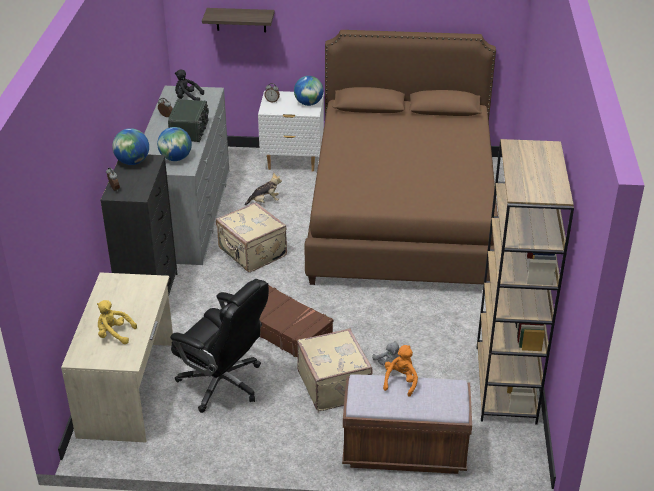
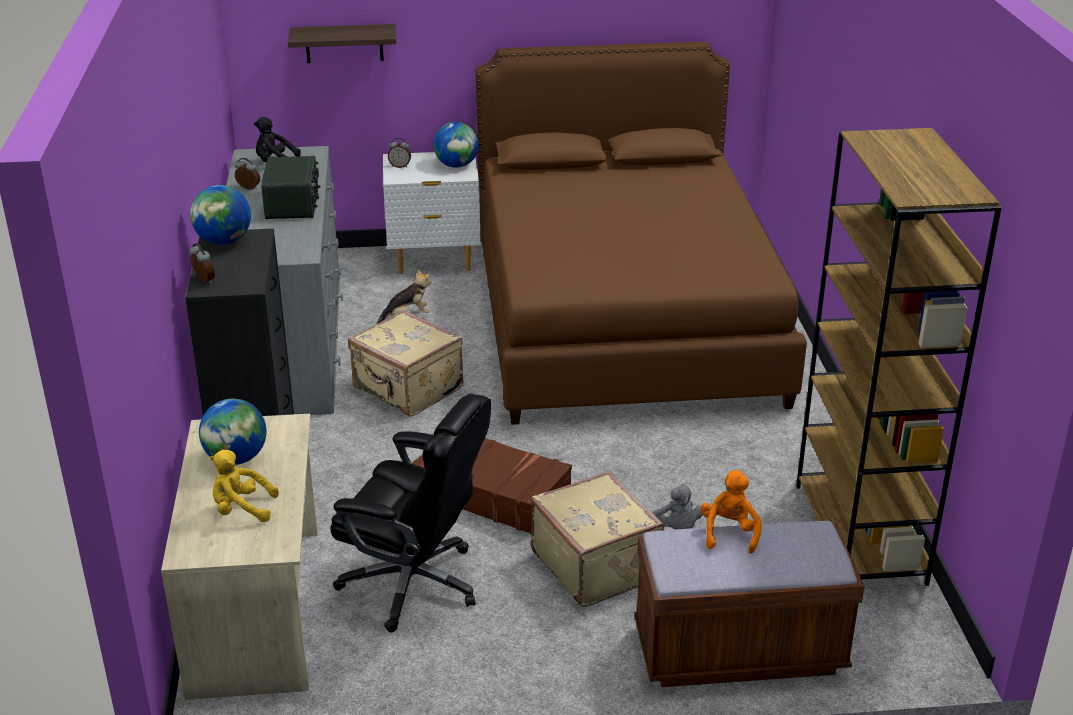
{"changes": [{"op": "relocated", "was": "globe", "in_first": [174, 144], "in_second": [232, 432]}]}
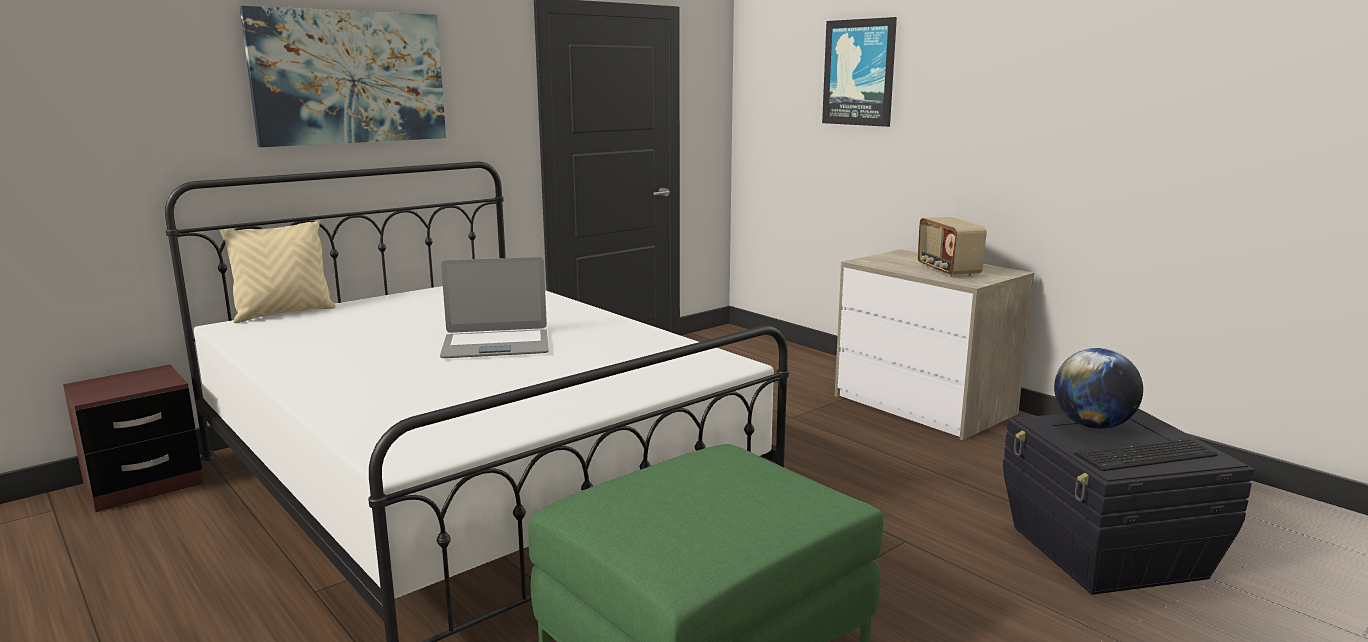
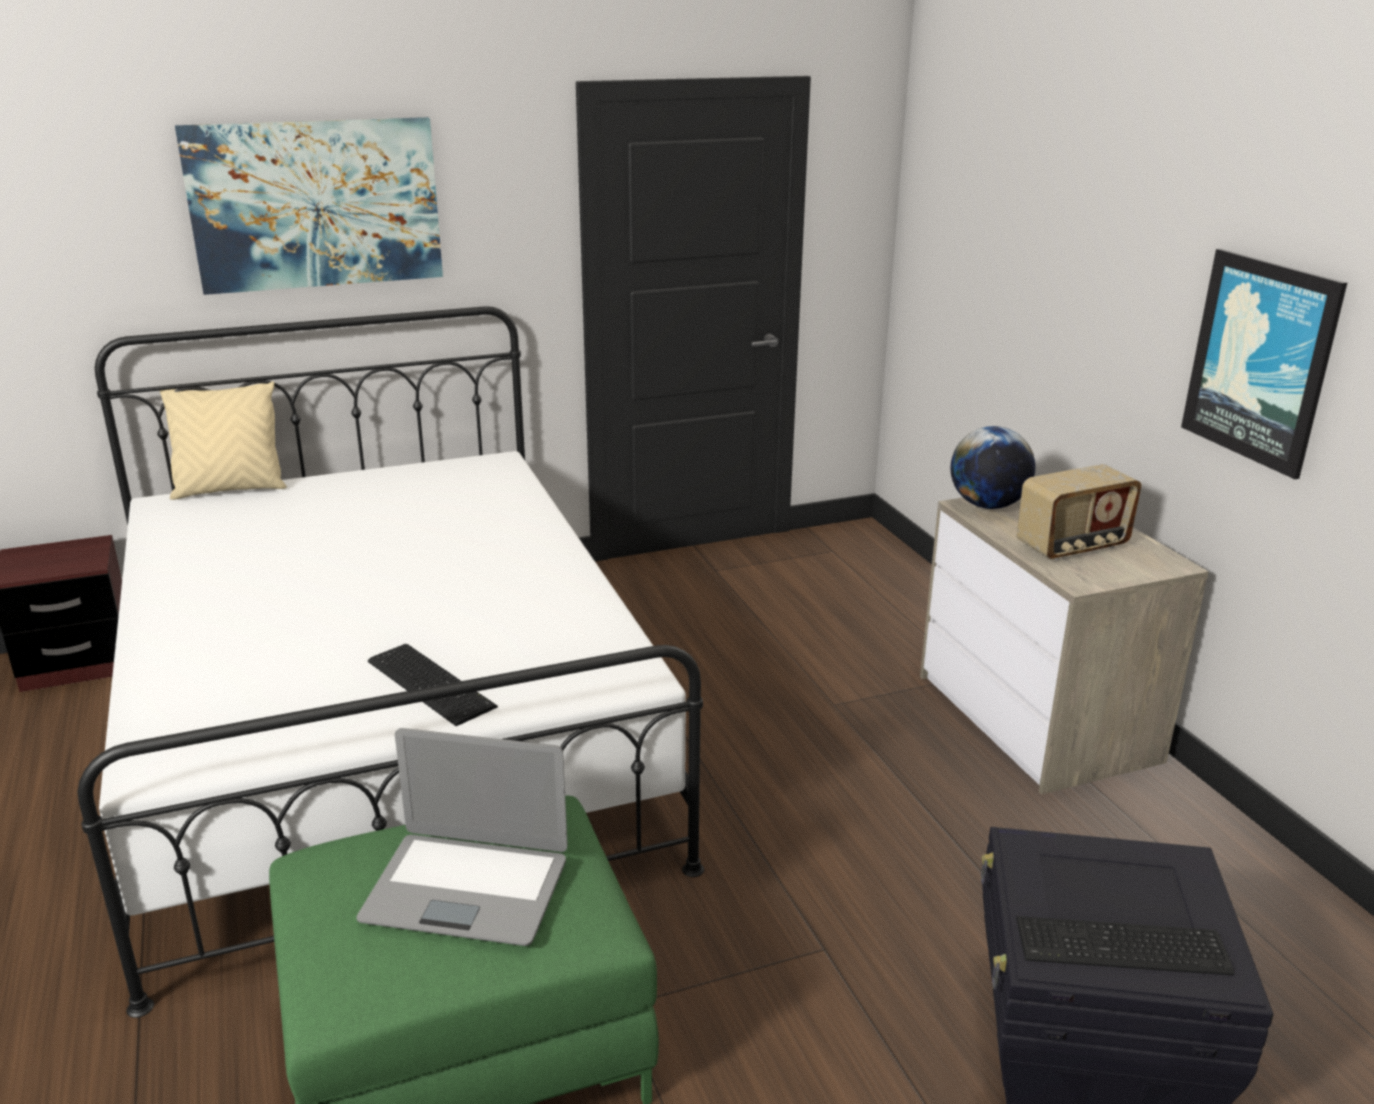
{"changes": [{"op": "relocated", "was": "picture", "in_first": [859, 72], "in_second": [1264, 364]}, {"op": "spun", "was": "radio", "in_first": [952, 247], "in_second": [1079, 512], "clockwise": -120}, {"op": "relocated", "was": "laptop", "in_first": [494, 307], "in_second": [462, 837]}, {"op": "relocated", "was": "globe", "in_first": [1098, 388], "in_second": [993, 467]}, {"op": "appeared", "now": "keyboard", "in_second": [433, 685]}]}
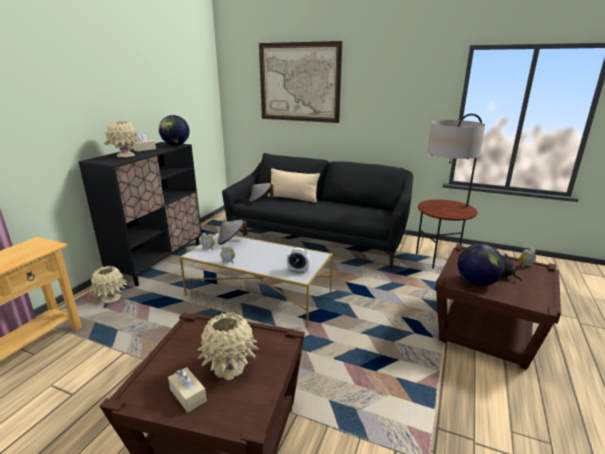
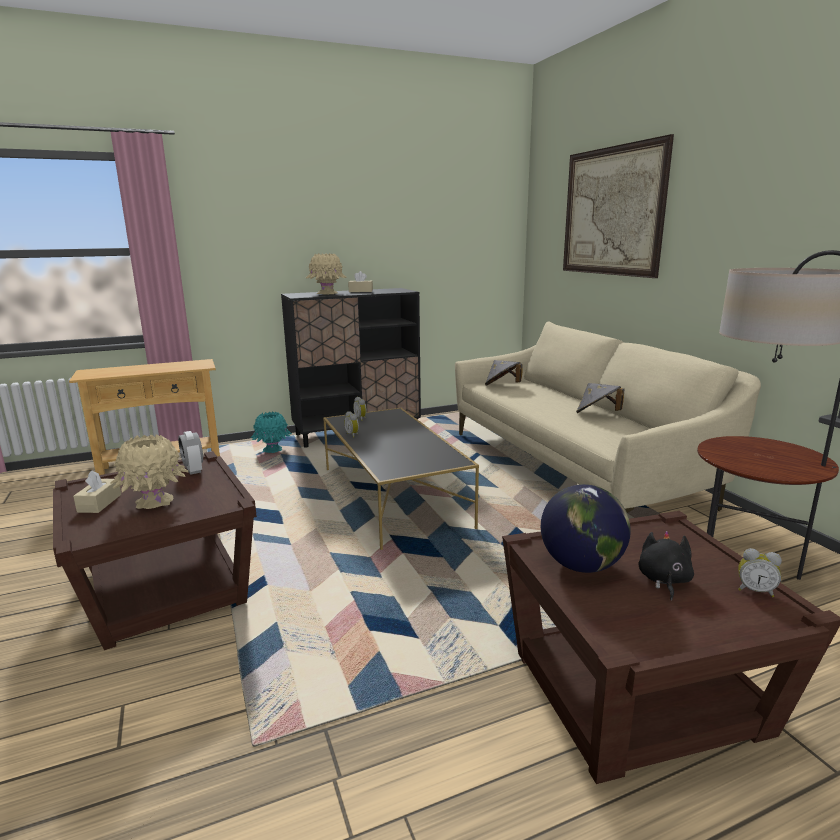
{"changes": [{"op": "missing", "was": "globe", "in_first": [174, 130]}, {"op": "colour", "was": "black sofa", "now": "beige sofa", "in_first": [317, 211], "in_second": [608, 417]}, {"op": "missing", "was": "beige pillow", "in_first": [294, 185]}, {"op": "relocated", "was": "grey hat", "in_first": [232, 232], "in_second": [600, 398]}, {"op": "colour", "was": "white coffee table", "now": "black coffee table", "in_first": [256, 280], "in_second": [401, 479]}, {"op": "relocated", "was": "alarm clock", "in_first": [298, 260], "in_second": [190, 453]}, {"op": "colour", "was": "beige vase", "now": "turquoise vase", "in_first": [109, 284], "in_second": [271, 432]}]}
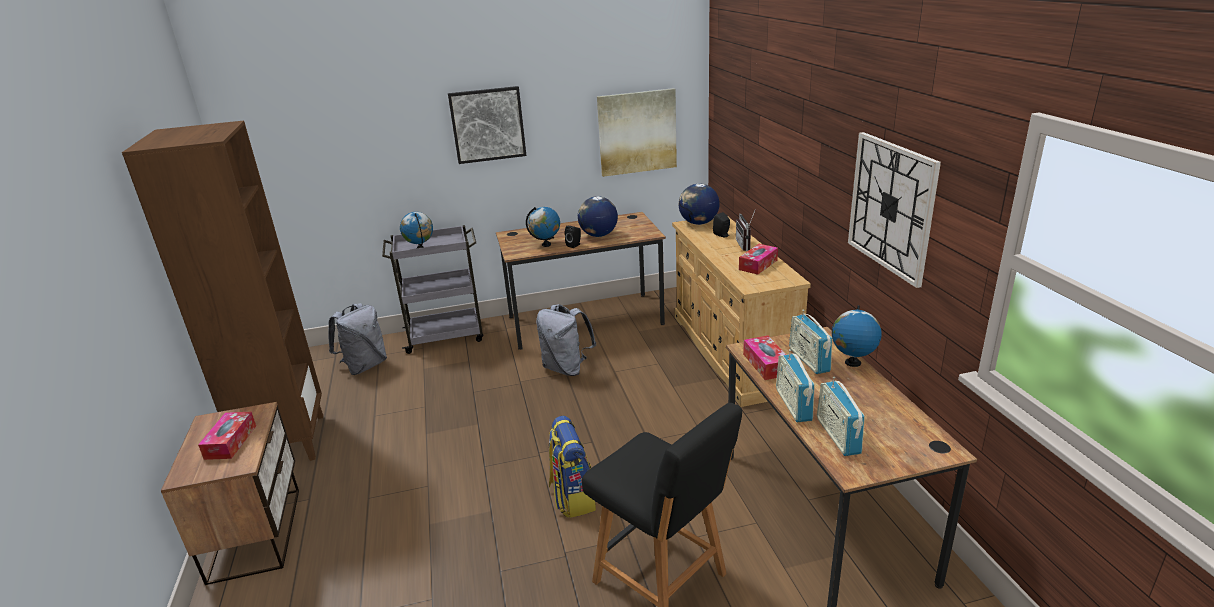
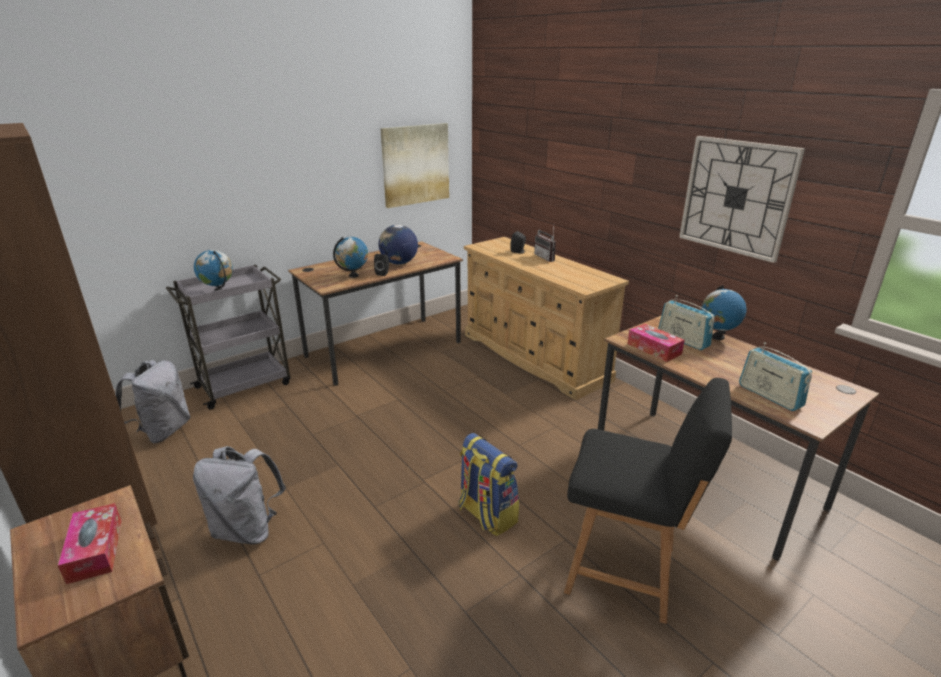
{"changes": [{"op": "missing", "was": "picture", "in_first": [487, 125]}, {"op": "missing", "was": "globe", "in_first": [699, 204]}, {"op": "missing", "was": "tissue box", "in_first": [758, 259]}, {"op": "relocated", "was": "grey backpack", "in_first": [566, 340], "in_second": [239, 495]}, {"op": "missing", "was": "radio", "in_first": [795, 385]}]}
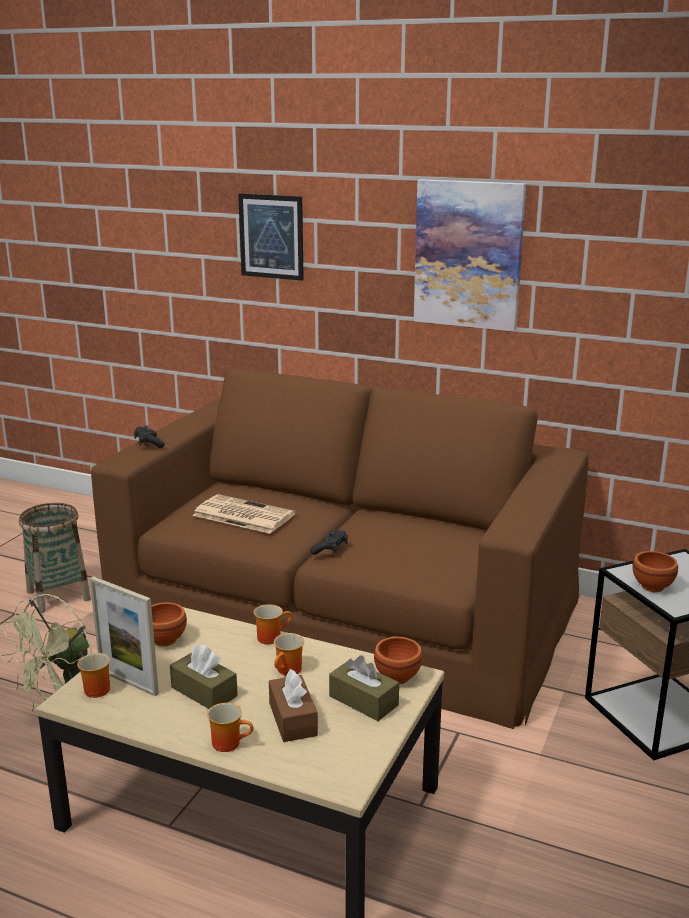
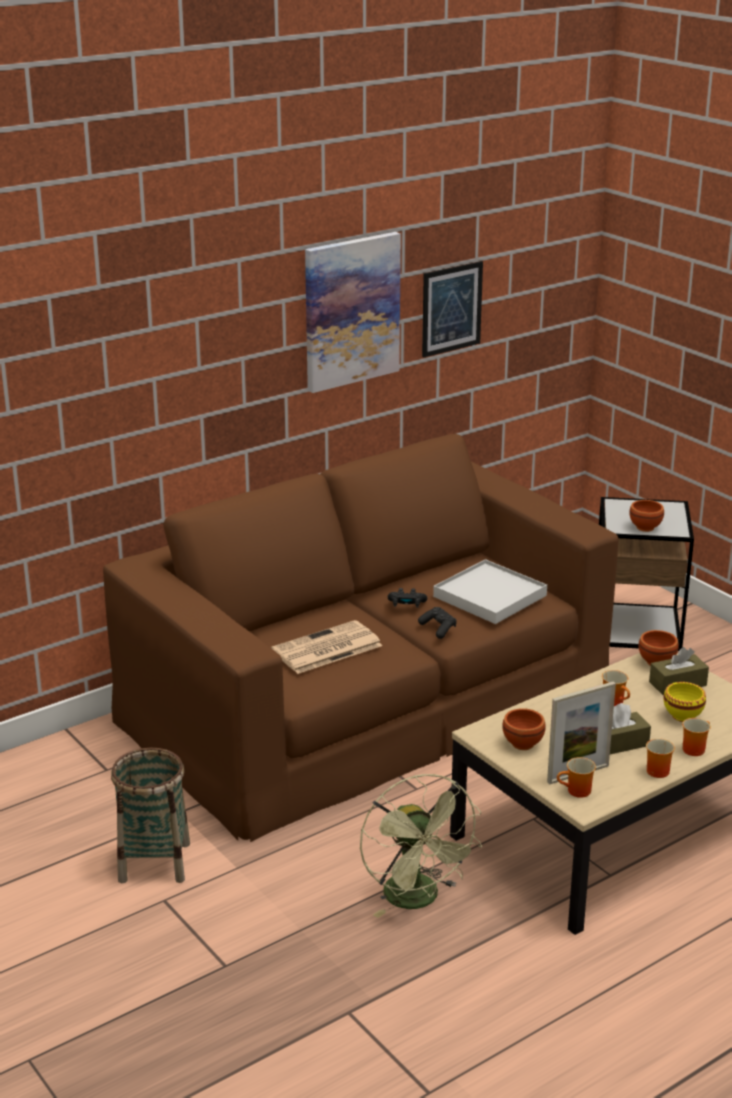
{"changes": [{"op": "relocated", "was": "picture", "in_first": [271, 237], "in_second": [452, 309]}, {"op": "relocated", "was": "black game controller", "in_first": [149, 436], "in_second": [408, 598]}, {"op": "relocated", "was": "mug", "in_first": [273, 624], "in_second": [660, 758]}, {"op": "exchanged", "was": "brown tissue box", "now": "yellow bowl", "in_first": [293, 705], "in_second": [685, 702]}, {"op": "appeared", "now": "white tray", "in_second": [490, 591]}]}
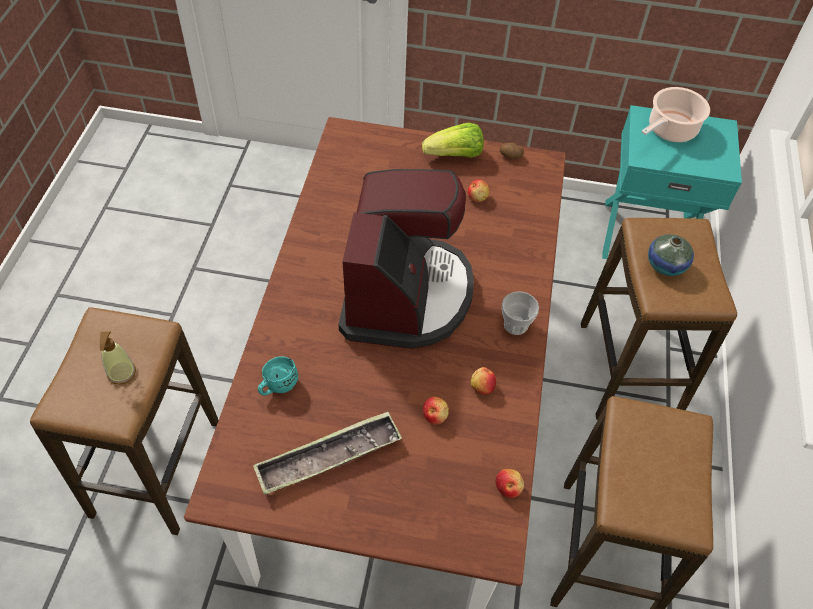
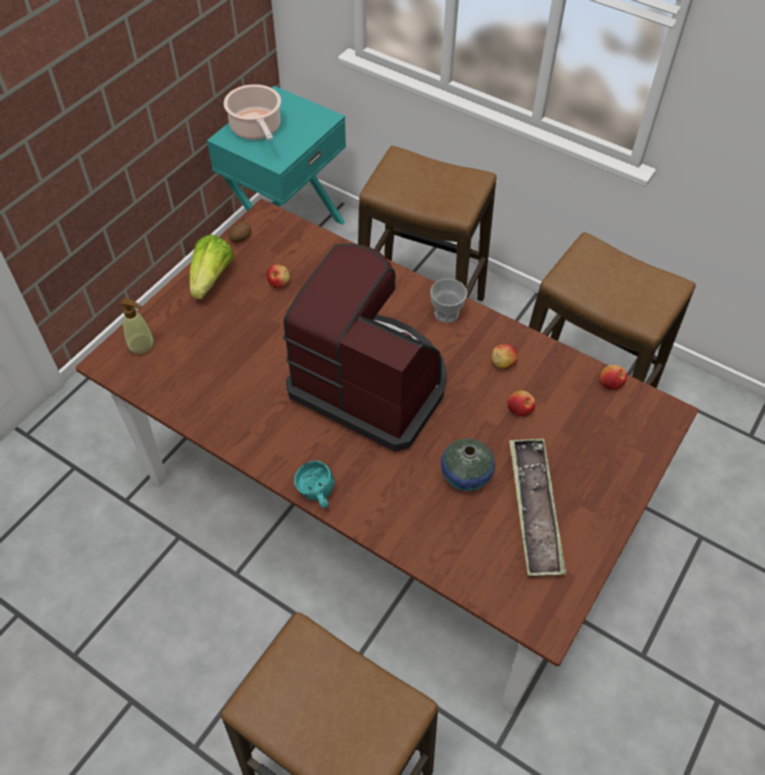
{"changes": [{"op": "relocated", "was": "vase", "in_first": [671, 255], "in_second": [468, 465]}, {"op": "relocated", "was": "soap dispenser", "in_first": [118, 358], "in_second": [137, 327]}, {"op": "relocated", "was": "turquoise mug", "in_first": [278, 376], "in_second": [314, 484]}]}
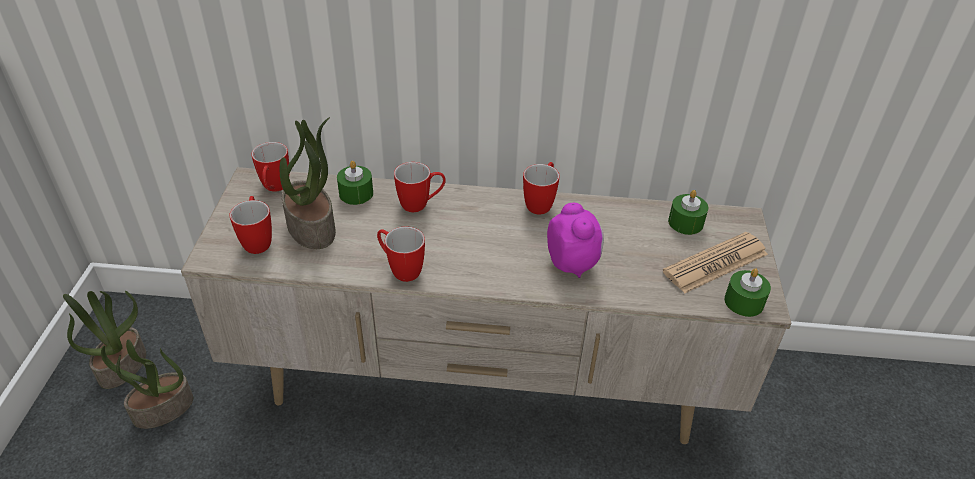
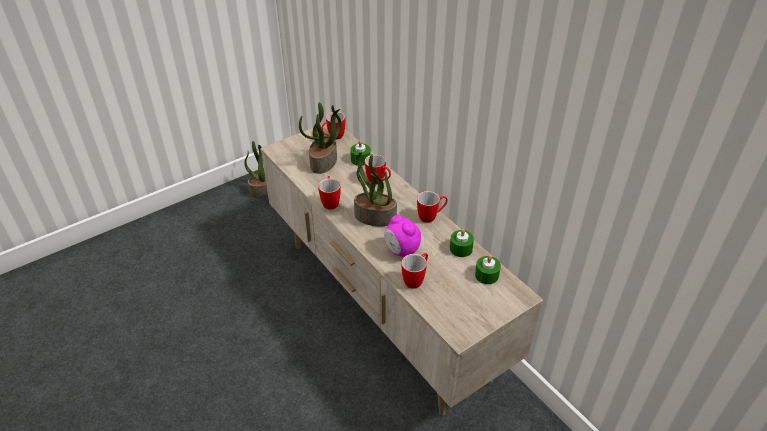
{"changes": [{"op": "relocated", "was": "mug", "in_first": [250, 225], "in_second": [414, 270]}, {"op": "spun", "was": "alarm clock", "in_first": [575, 240], "in_second": [402, 236], "clockwise": 105}, {"op": "missing", "was": "newspaper", "in_first": [715, 262]}, {"op": "relocated", "was": "green candle", "in_first": [747, 292], "in_second": [462, 243]}, {"op": "relocated", "was": "potted plant", "in_first": [147, 384], "in_second": [375, 189]}]}
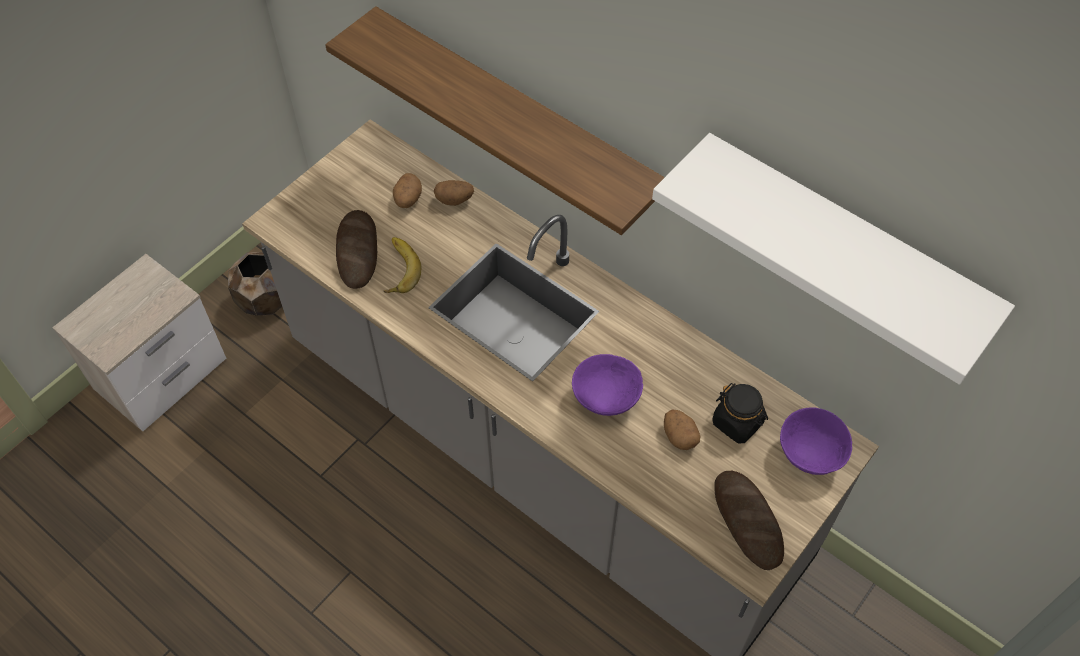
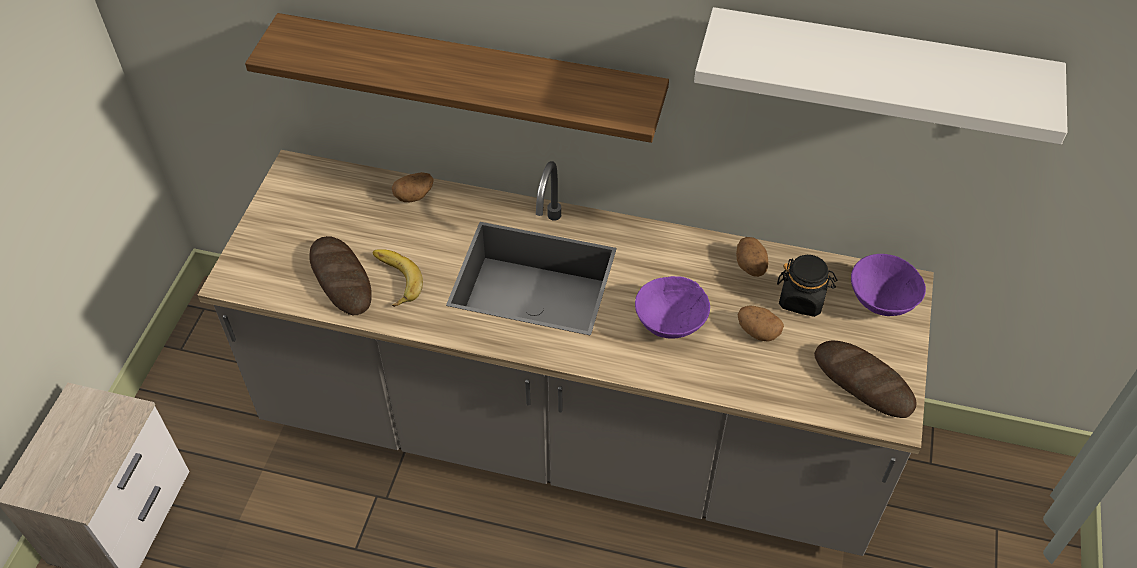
{"changes": [{"op": "relocated", "was": "potato", "in_first": [407, 190], "in_second": [752, 257]}, {"op": "missing", "was": "brown planter", "in_first": [255, 284]}]}
